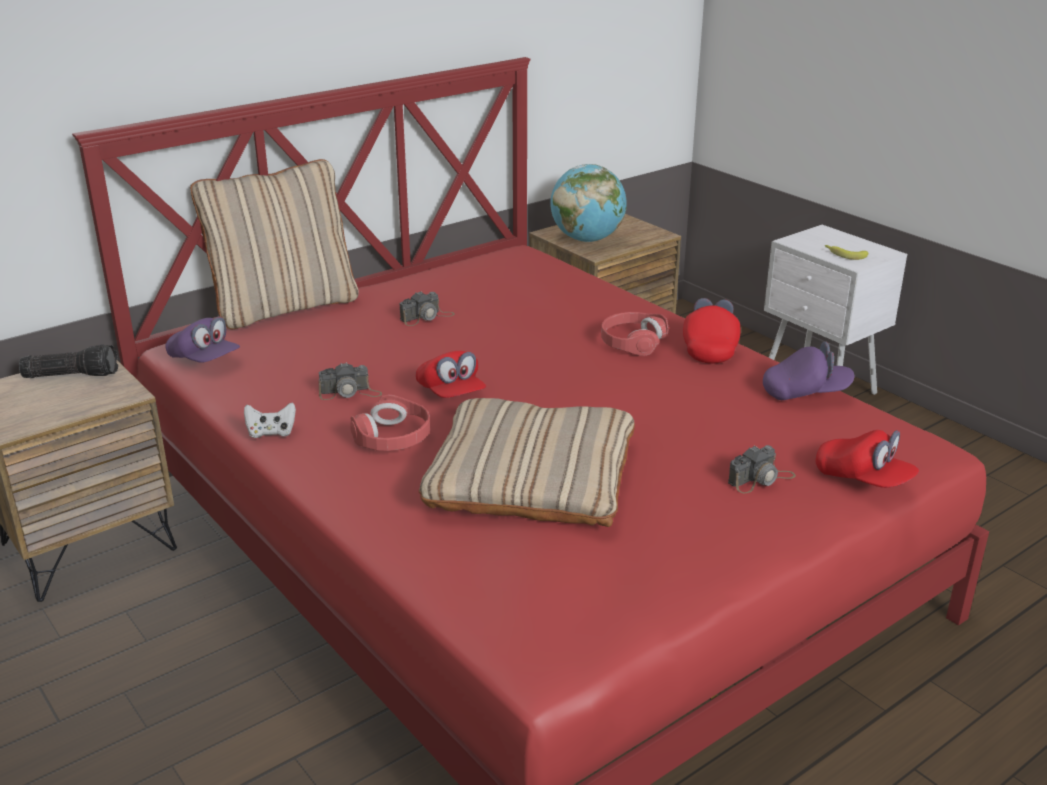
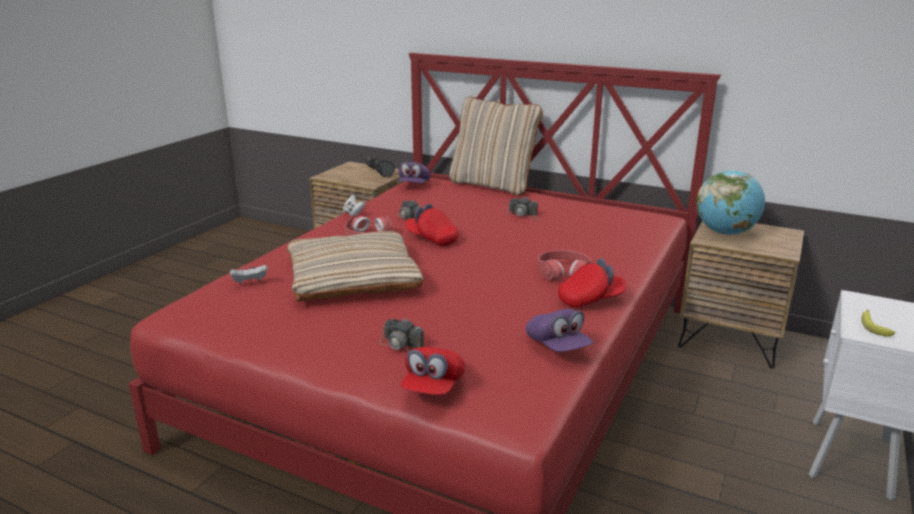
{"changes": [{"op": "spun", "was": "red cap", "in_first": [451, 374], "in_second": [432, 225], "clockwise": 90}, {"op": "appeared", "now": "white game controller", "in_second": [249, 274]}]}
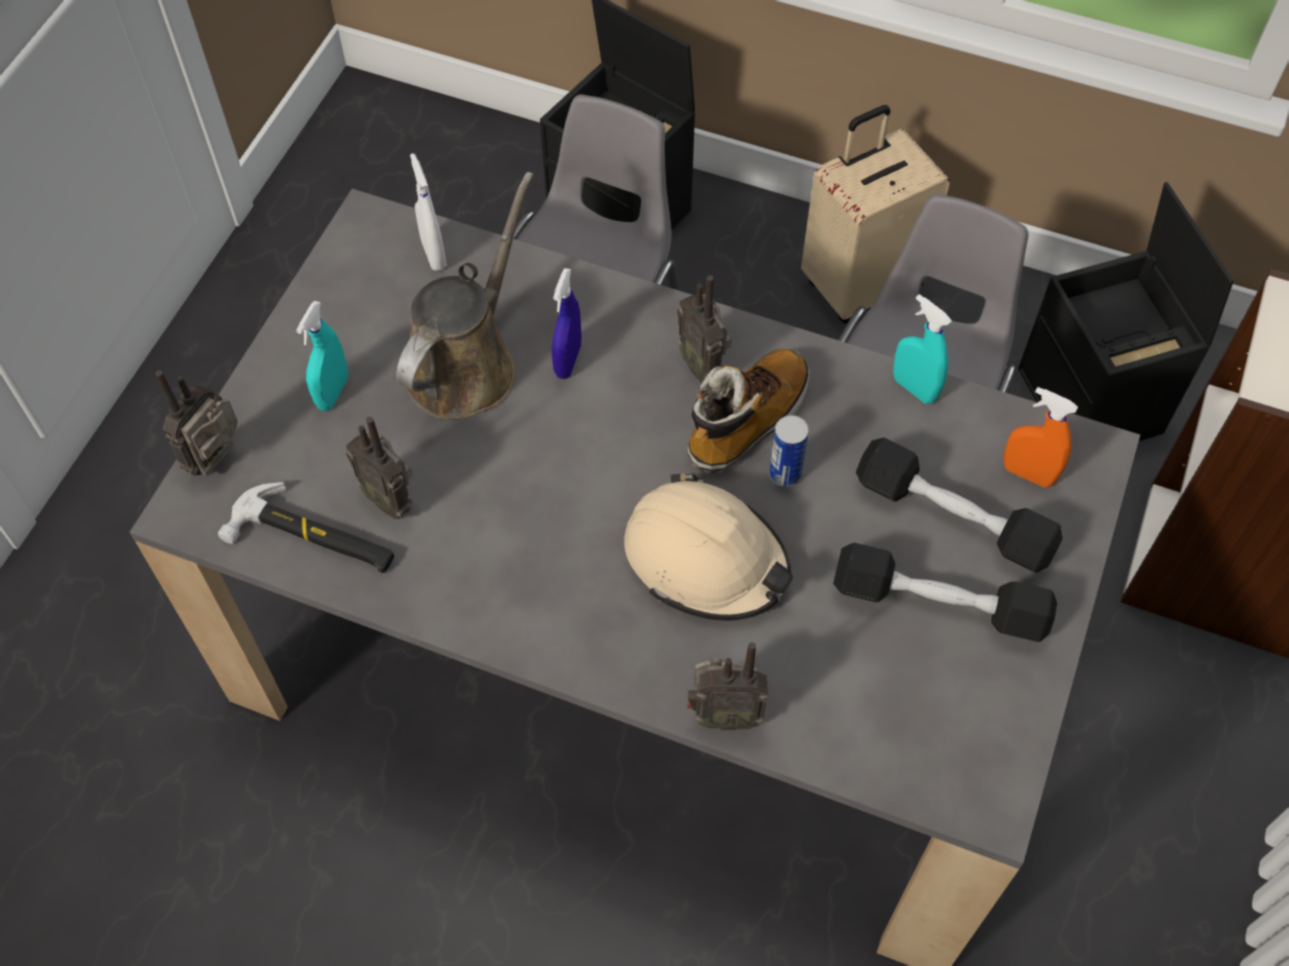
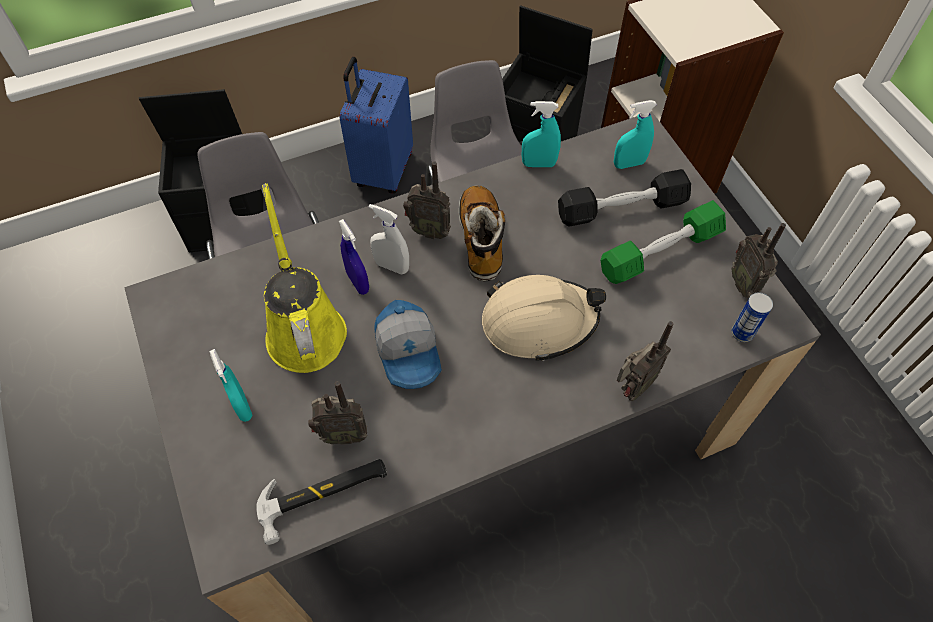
{"changes": [{"op": "colour", "was": "beige suitcase", "now": "blue suitcase", "in_first": [875, 214], "in_second": [376, 125]}, {"op": "relocated", "was": "white spray bottle", "in_first": [428, 212], "in_second": [389, 239]}, {"op": "colour", "was": "brown watering can", "now": "yellow watering can", "in_first": [465, 296], "in_second": [304, 278]}, {"op": "relocated", "was": "radio", "in_first": [196, 423], "in_second": [758, 260]}, {"op": "colour", "was": "orange spray bottle", "now": "turquoise spray bottle", "in_first": [1040, 437], "in_second": [635, 134]}, {"op": "relocated", "was": "can", "in_first": [789, 451], "in_second": [752, 317]}, {"op": "colour", "was": "black dumbbell", "now": "green dumbbell", "in_first": [945, 592], "in_second": [663, 242]}, {"op": "appeared", "now": "cap", "in_second": [408, 344]}]}
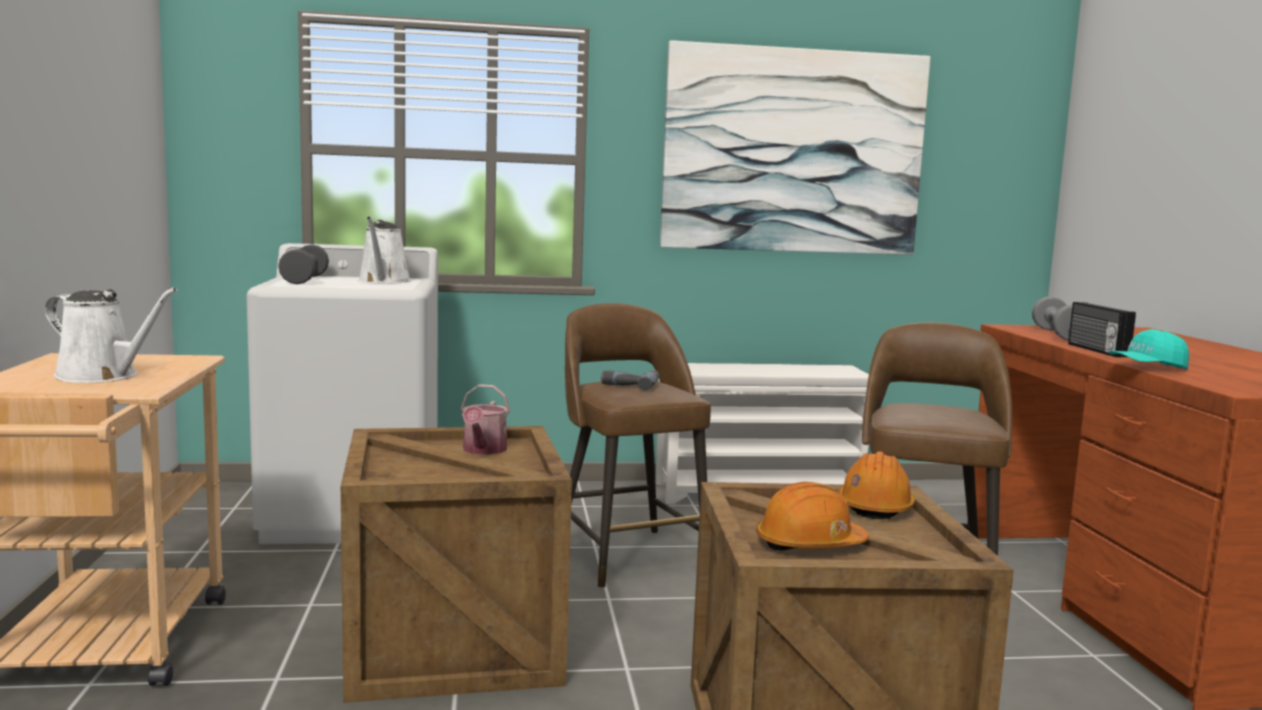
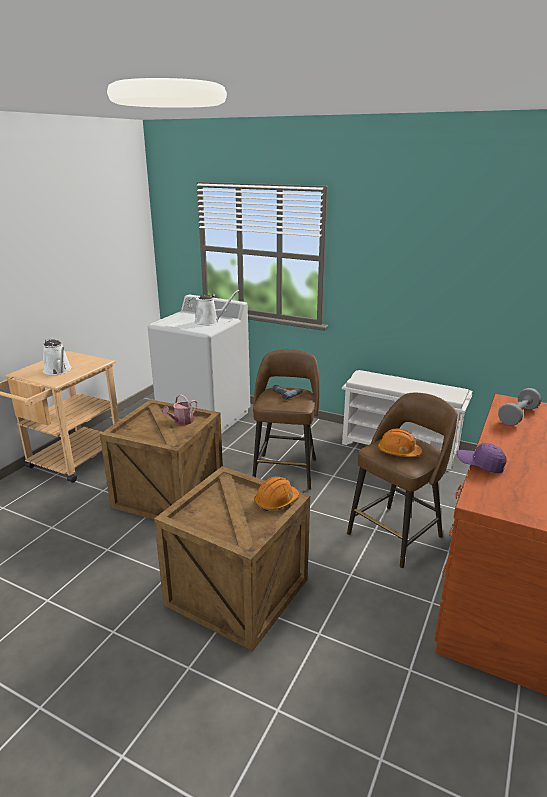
{"changes": [{"op": "missing", "was": "picture", "in_first": [795, 147]}, {"op": "spun", "was": "white watering can", "in_first": [384, 250], "in_second": [213, 307], "clockwise": -135}, {"op": "missing", "was": "grey dumbbell", "in_first": [303, 264]}, {"op": "missing", "was": "radio", "in_first": [1102, 329]}, {"op": "colour", "was": "turquoise cap", "now": "purple cap", "in_first": [1149, 349], "in_second": [482, 458]}, {"op": "relocated", "was": "orange hard hat", "in_first": [812, 516], "in_second": [400, 443]}]}
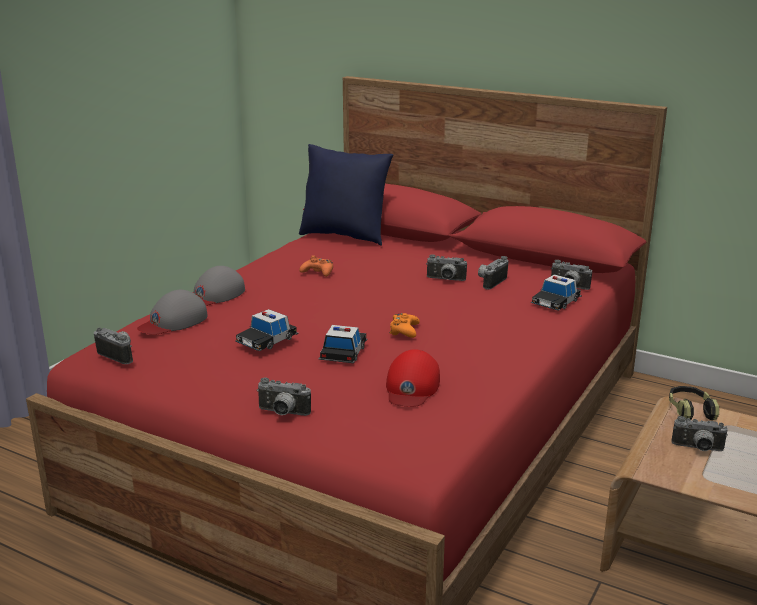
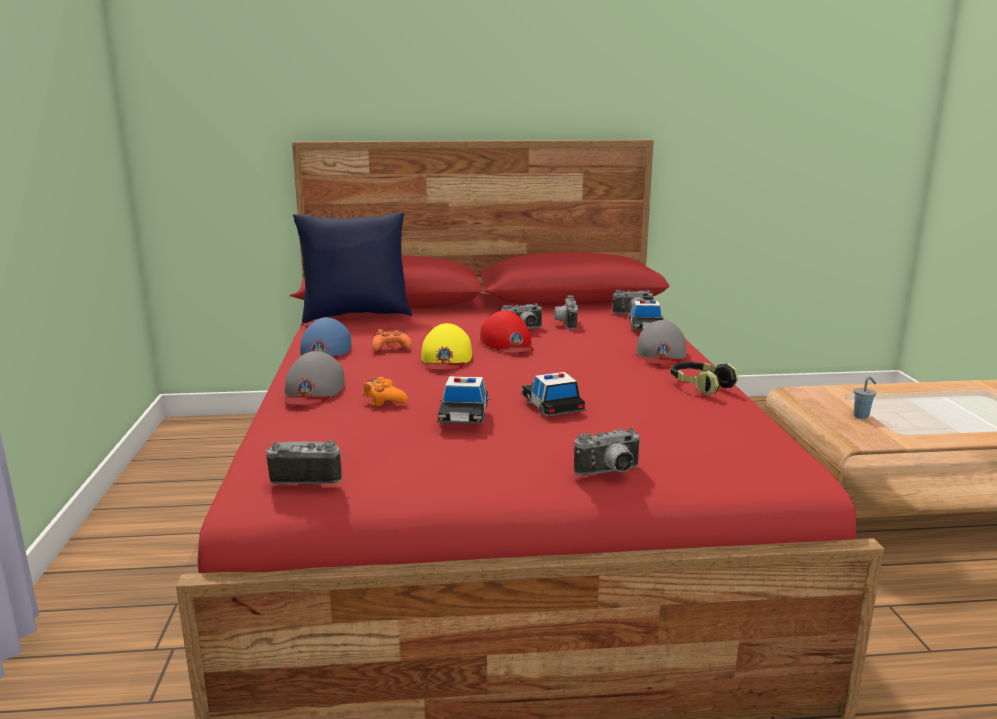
{"changes": [{"op": "relocated", "was": "grey cap", "in_first": [172, 312], "in_second": [661, 342]}, {"op": "relocated", "was": "orange game controller", "in_first": [404, 325], "in_second": [385, 391]}, {"op": "relocated", "was": "red cap", "in_first": [413, 378], "in_second": [507, 331]}, {"op": "relocated", "was": "headphones", "in_first": [694, 403], "in_second": [704, 378]}, {"op": "exchanged", "was": "photo camera", "now": "grey cup", "in_first": [699, 433], "in_second": [865, 398]}, {"op": "appeared", "now": "blue cap", "in_second": [326, 338]}, {"op": "appeared", "now": "yellow cap", "in_second": [446, 346]}]}
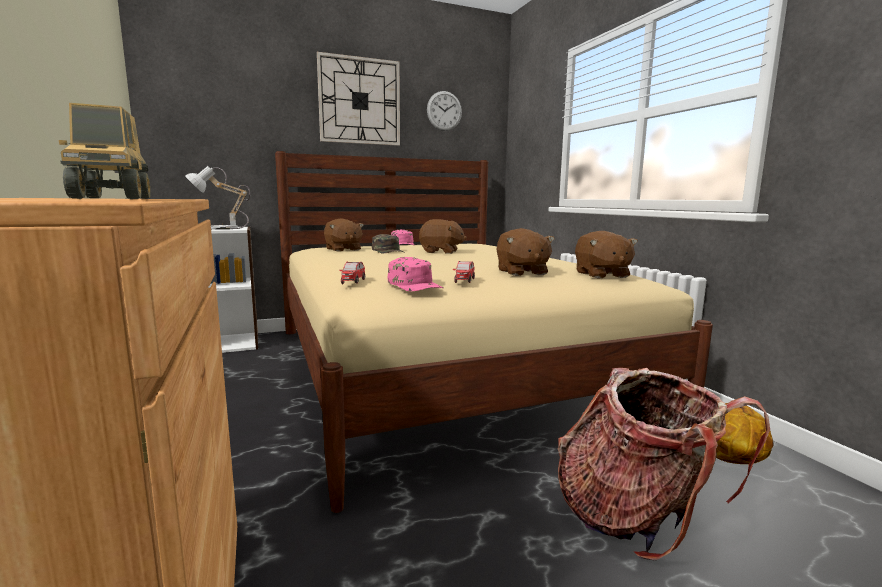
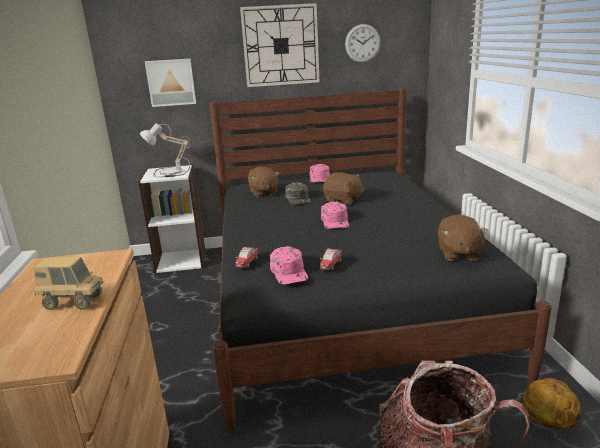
{"changes": [{"op": "spun", "was": "toy truck", "in_first": [105, 151], "in_second": [69, 283], "clockwise": -75}, {"op": "colour", "was": "beige bed", "now": "black bed", "in_first": [494, 332], "in_second": [380, 259]}, {"op": "missing", "was": "brown plush toy", "in_first": [526, 252]}, {"op": "appeared", "now": "picture", "in_second": [170, 83]}, {"op": "appeared", "now": "pink cap", "in_second": [335, 215]}]}
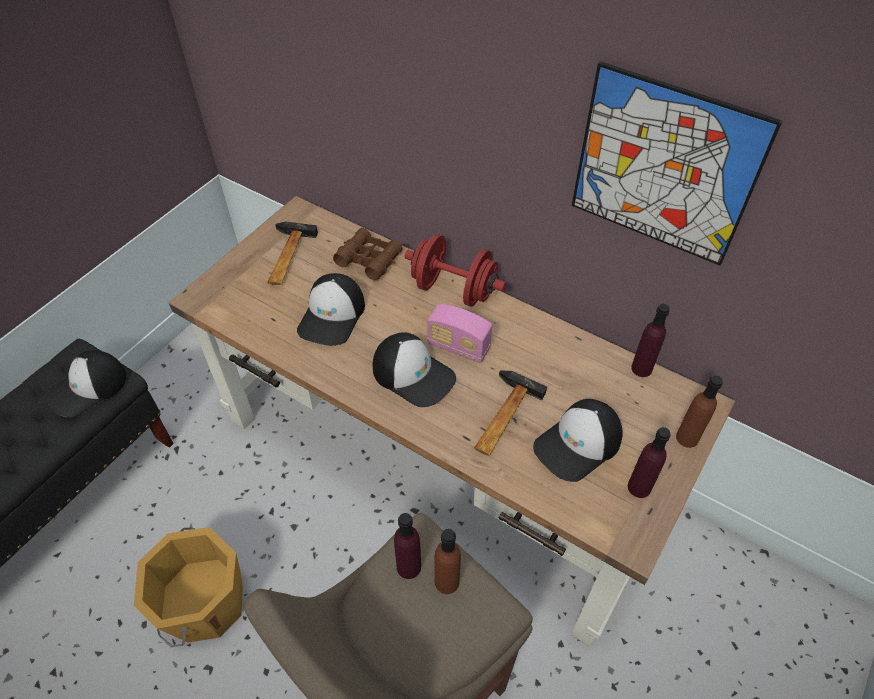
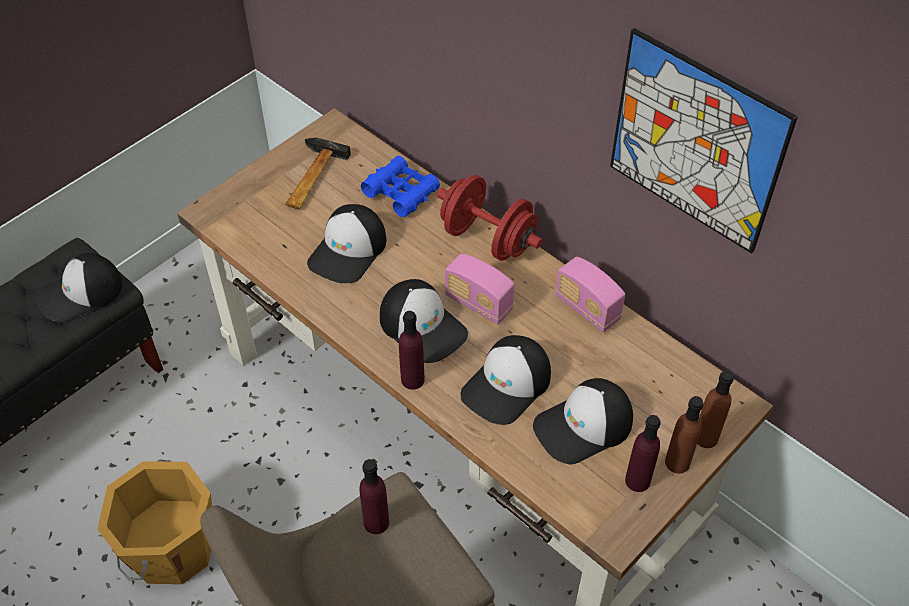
{"changes": [{"op": "colour", "was": "brown binoculars", "now": "blue binoculars", "in_first": [368, 254], "in_second": [400, 186]}, {"op": "relocated", "was": "purple bottle", "in_first": [650, 340], "in_second": [412, 350]}, {"op": "exchanged", "was": "hammer", "now": "cap", "in_first": [510, 413], "in_second": [506, 380]}, {"op": "relocated", "was": "brown bottle", "in_first": [447, 561], "in_second": [684, 435]}, {"op": "appeared", "now": "radio", "in_second": [590, 294]}]}
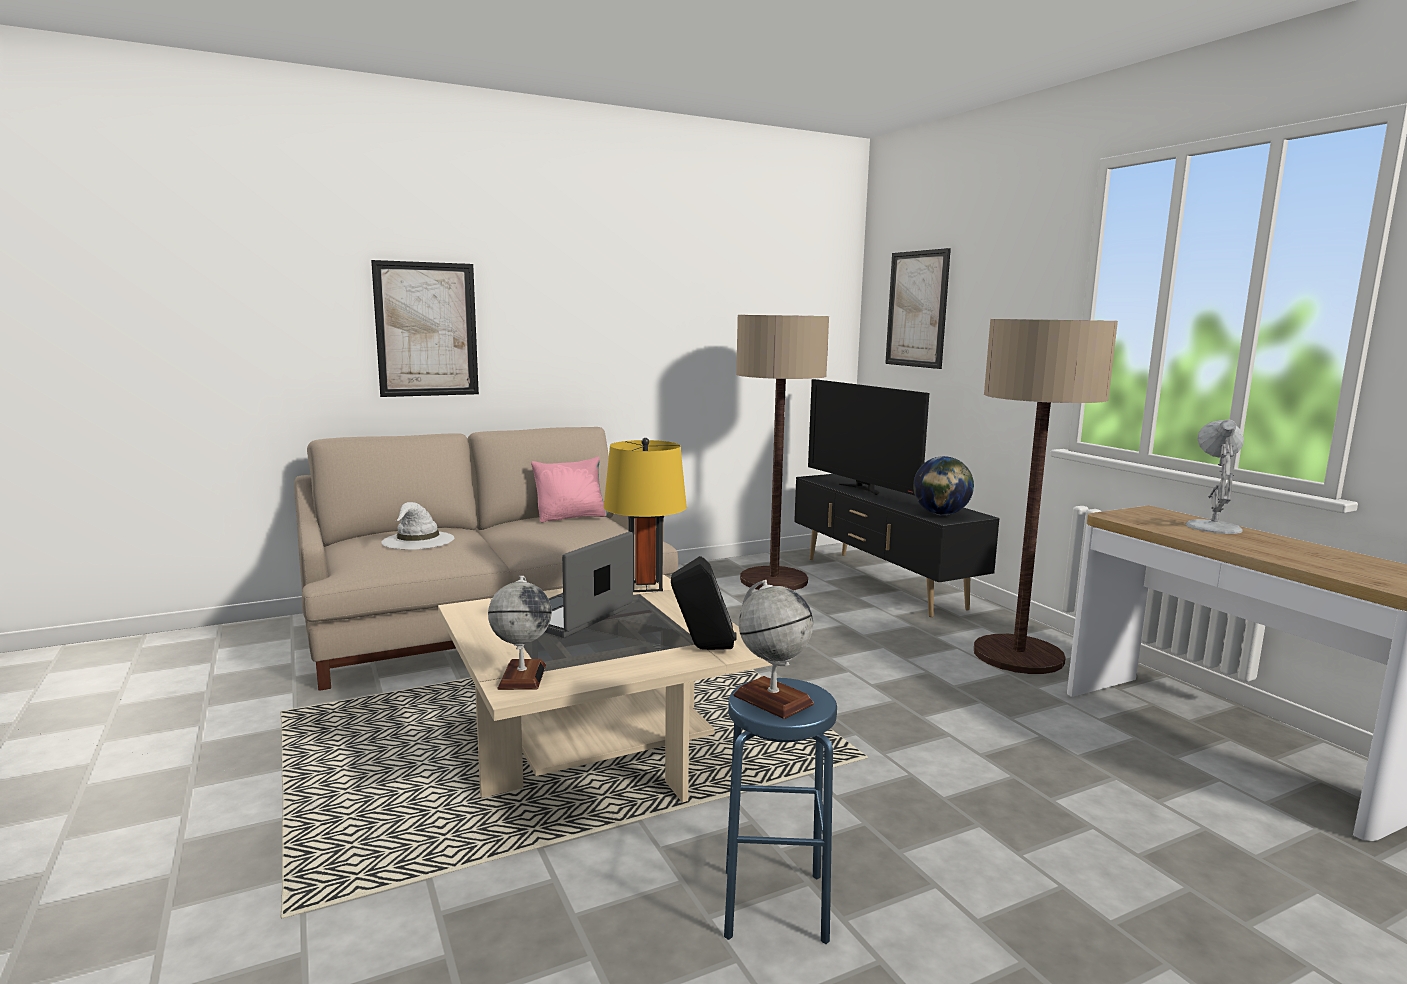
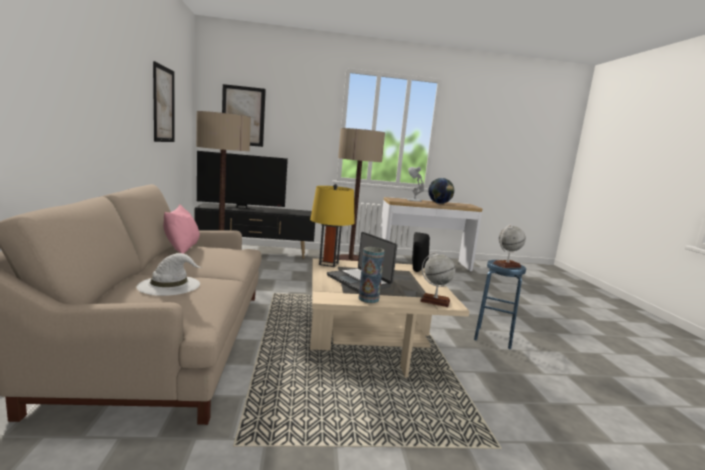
{"changes": [{"op": "relocated", "was": "picture", "in_first": [425, 328], "in_second": [164, 101]}, {"op": "relocated", "was": "globe", "in_first": [943, 485], "in_second": [441, 191]}, {"op": "appeared", "now": "vase", "in_second": [372, 275]}]}
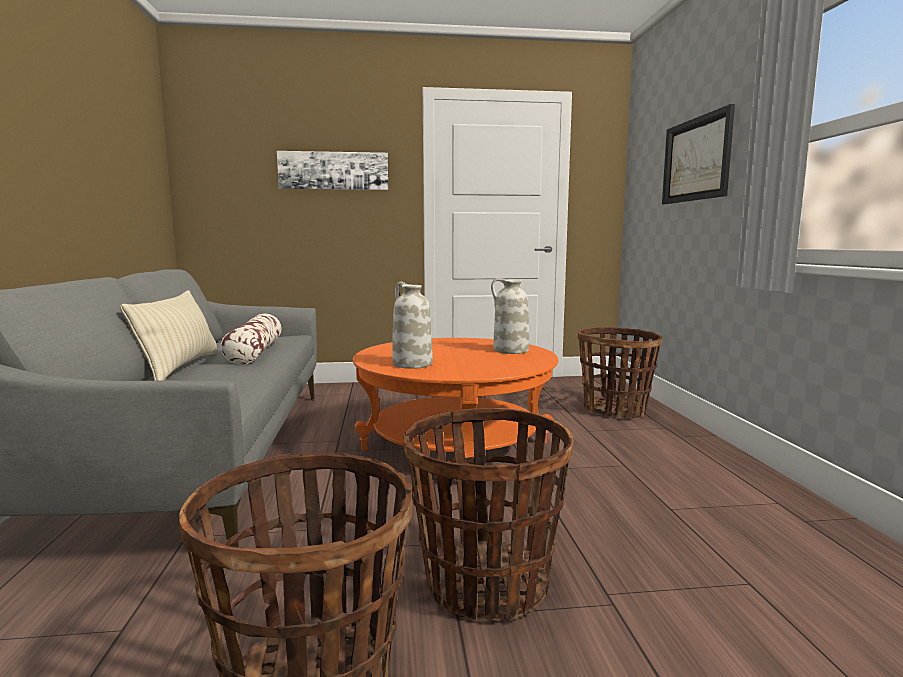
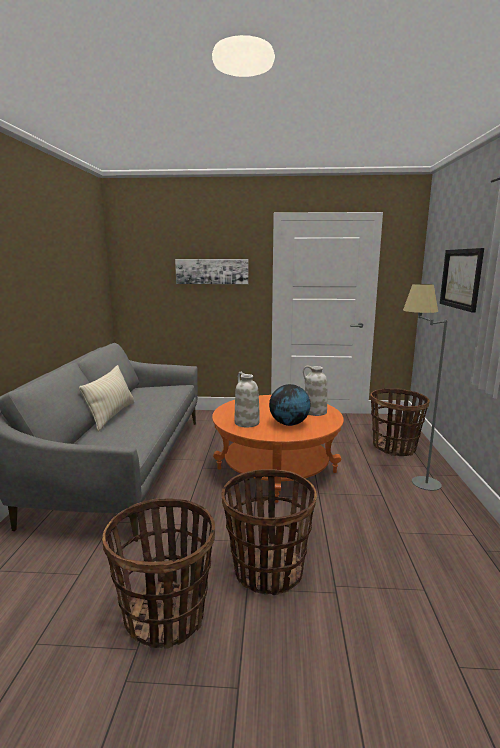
{"changes": [{"op": "missing", "was": "pillow", "in_first": [251, 339]}, {"op": "appeared", "now": "grey floor lamp", "in_second": [425, 387]}, {"op": "appeared", "now": "globe", "in_second": [290, 405]}]}
